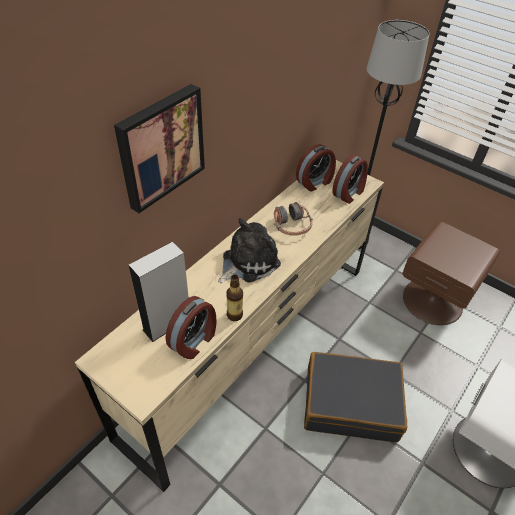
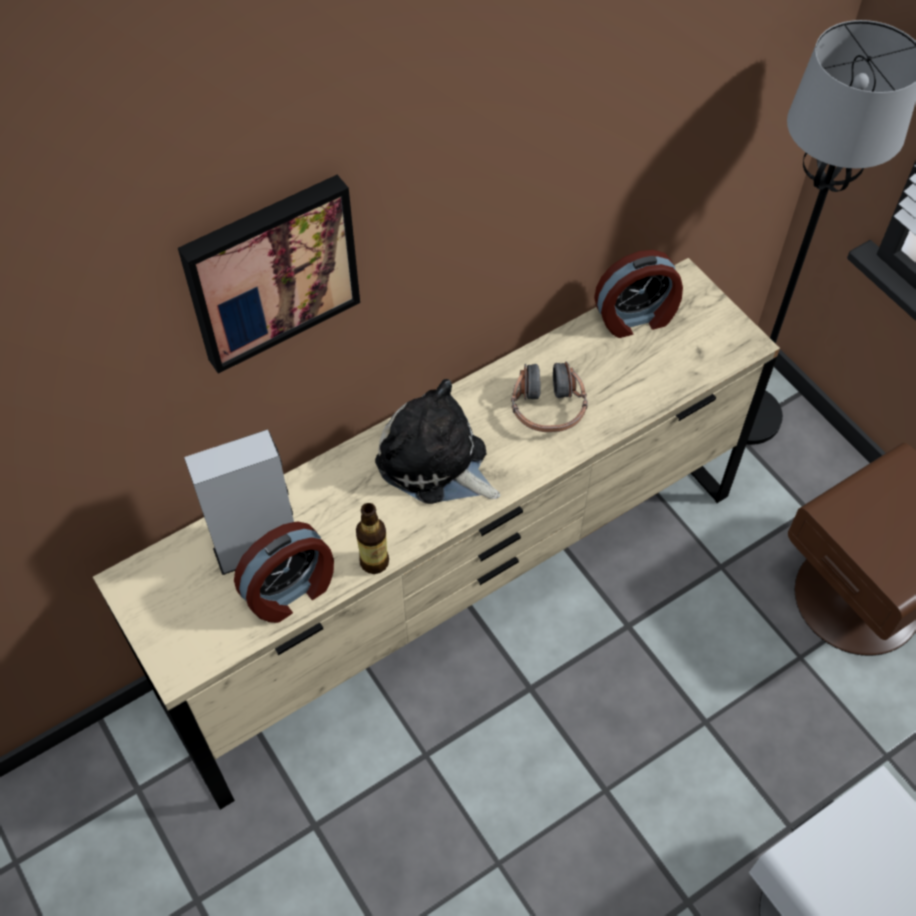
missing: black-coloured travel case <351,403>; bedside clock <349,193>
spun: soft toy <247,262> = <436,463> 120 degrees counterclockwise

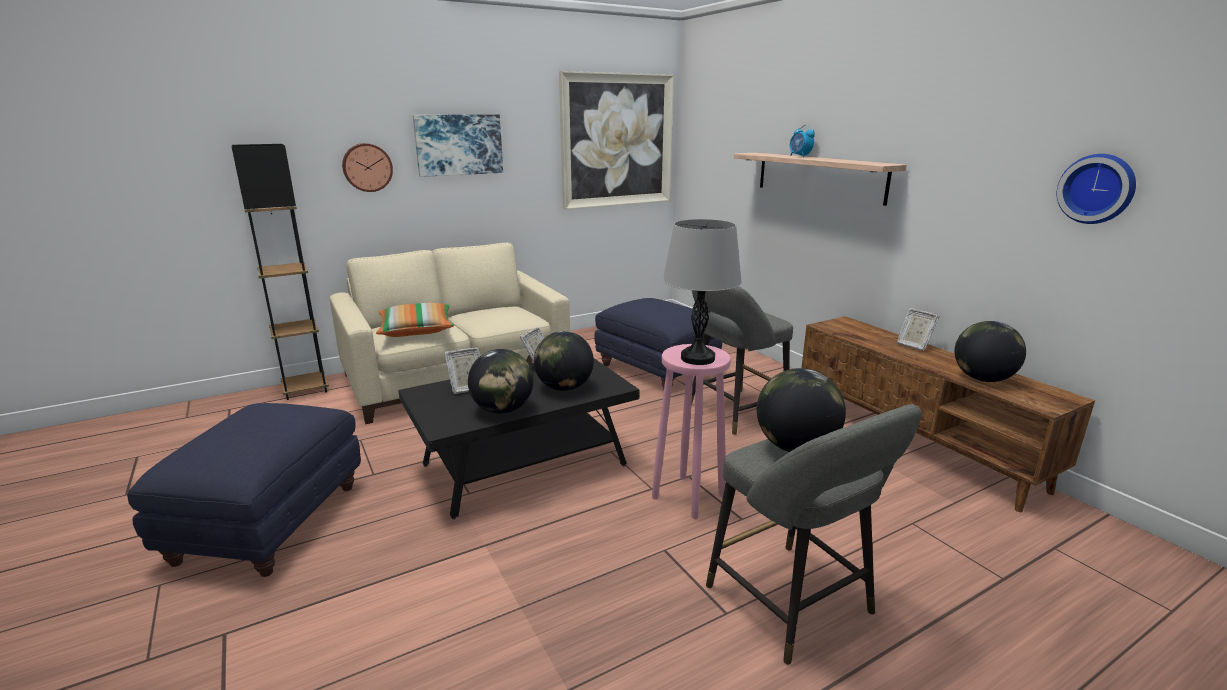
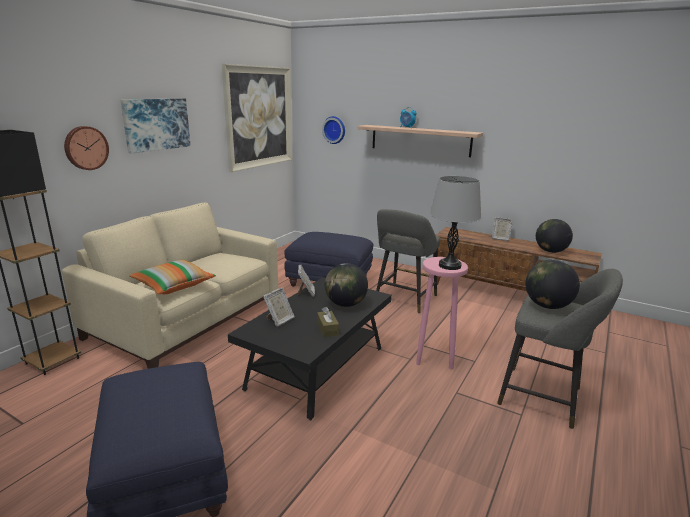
relocated: wall clock <1097,188> to <334,130>
exchanged: globe <502,410> to brownish tissue holder <327,329>

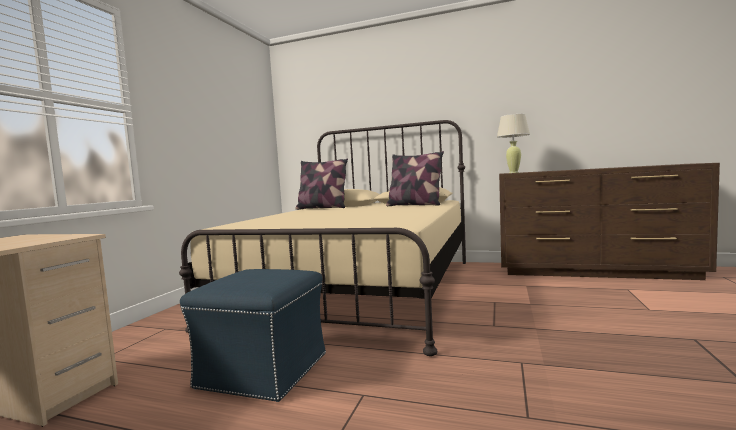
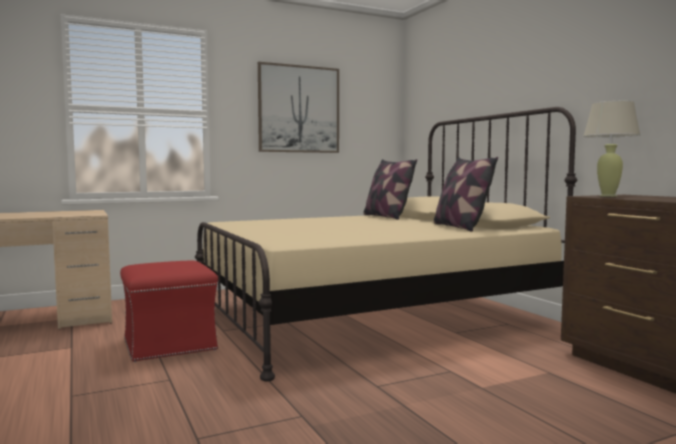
appeared: wall art <299,109>
colour: blue-coloured footrest <264,371> to reddish footrest <170,344>

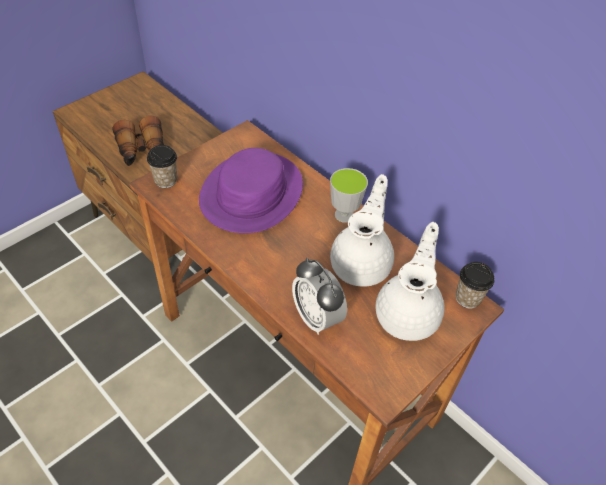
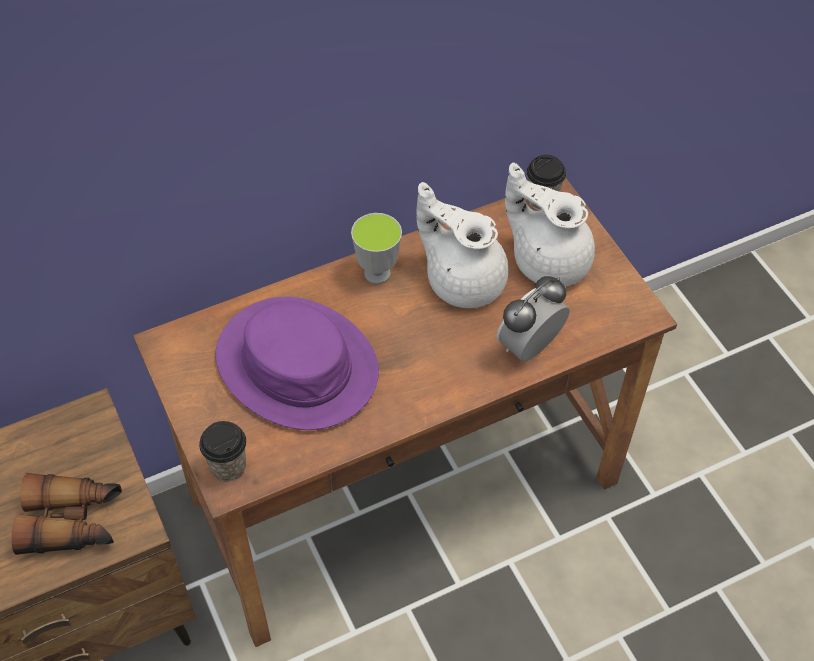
spun: bedside clock <317,317> = <529,346> 150 degrees clockwise

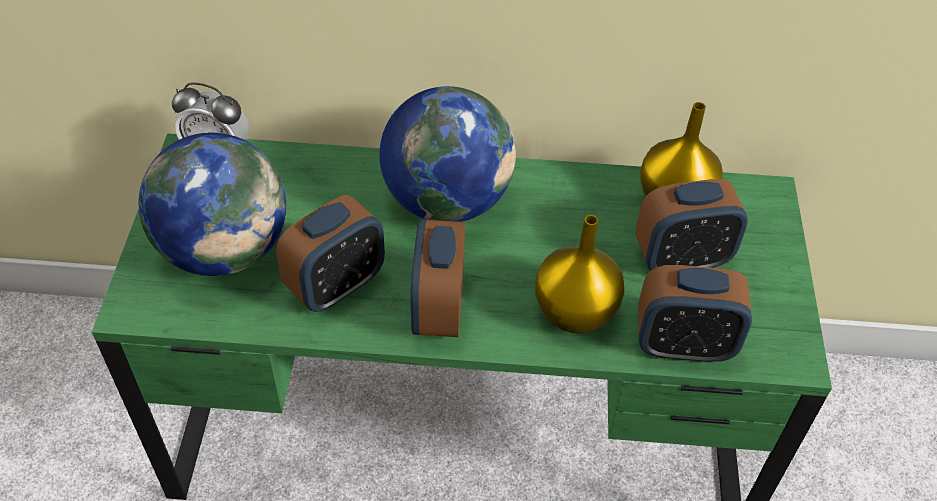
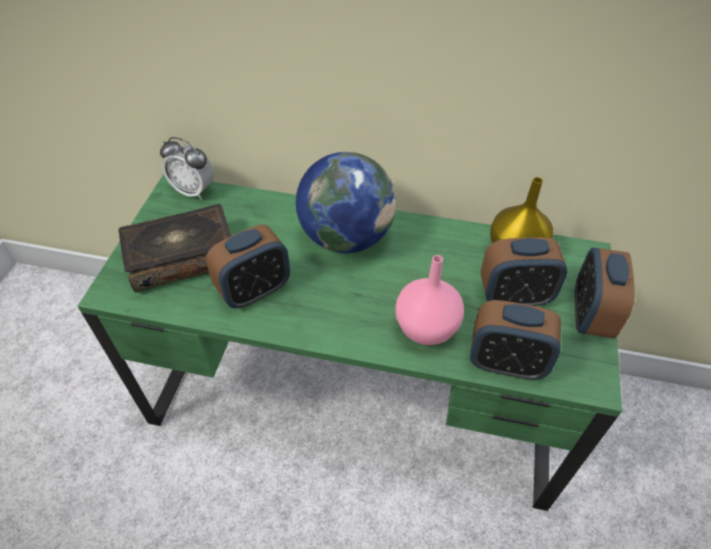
relocated: bedside clock <438,309> to <590,315>
exchanged: globe <225,249> to bound book <182,257>
colour: yellow-coloured decorative vase <573,313> to pinkish decorative vase <425,329>

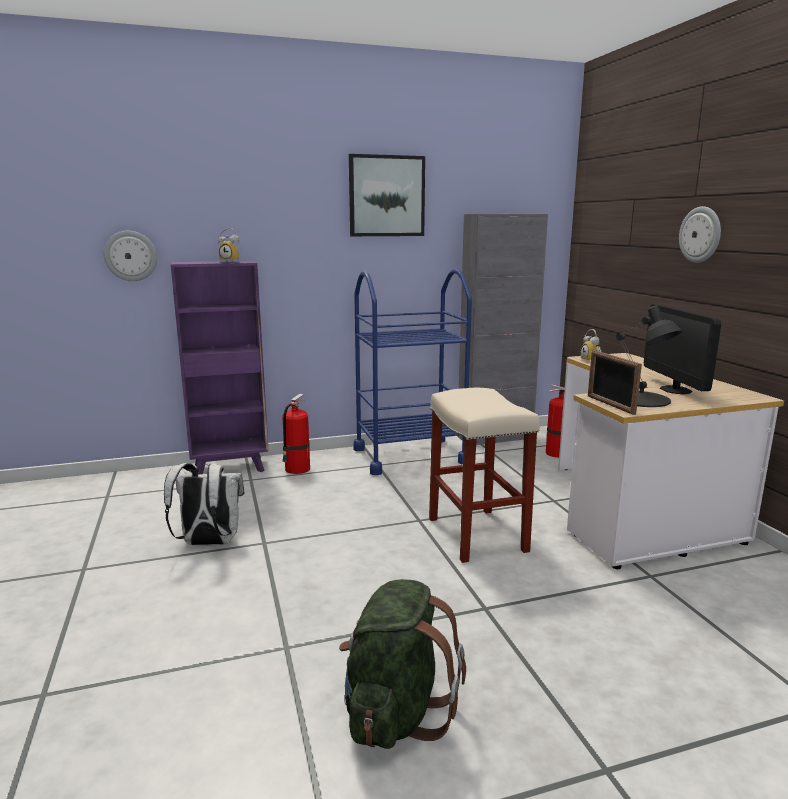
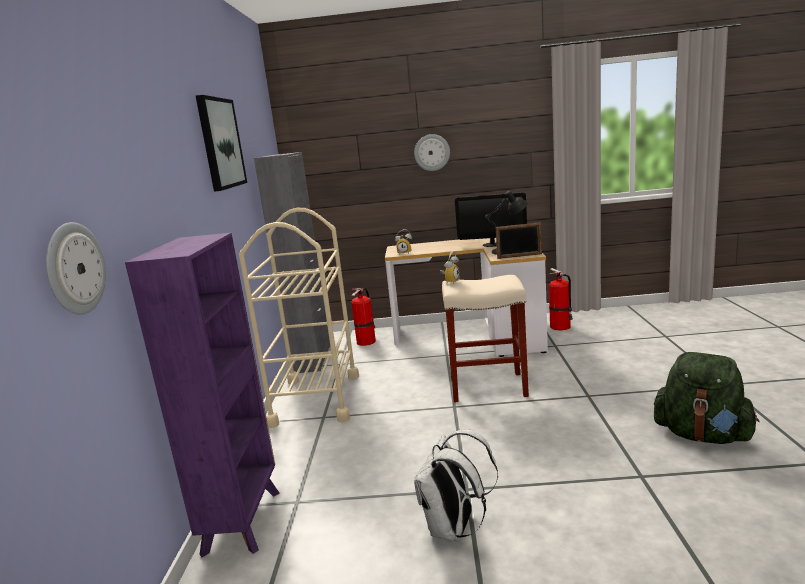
relocated: bedside clock <231,261> to <450,282>; extinguisher <296,469> to <561,327>
colour: blue-coloured wheeled cart <409,456> to beige wheeled cart <316,399>

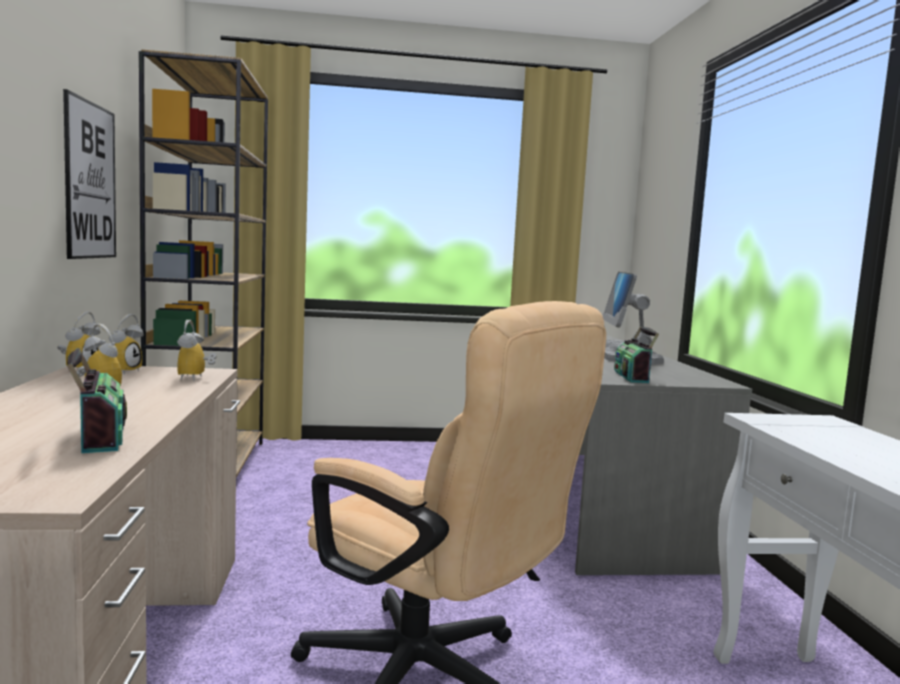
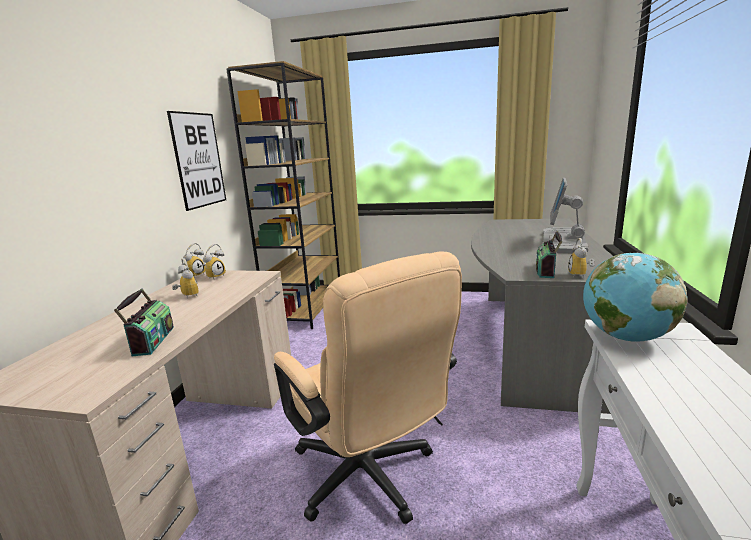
appeared: globe <625,337>
relocated: bedside clock <196,378> to <580,275>

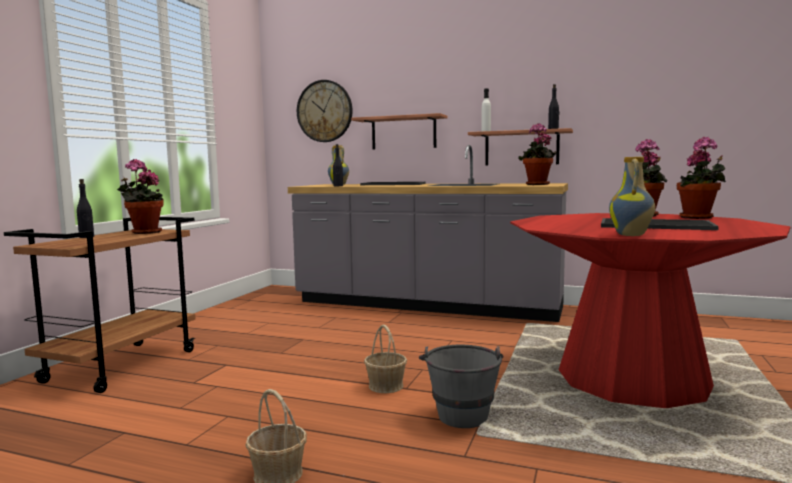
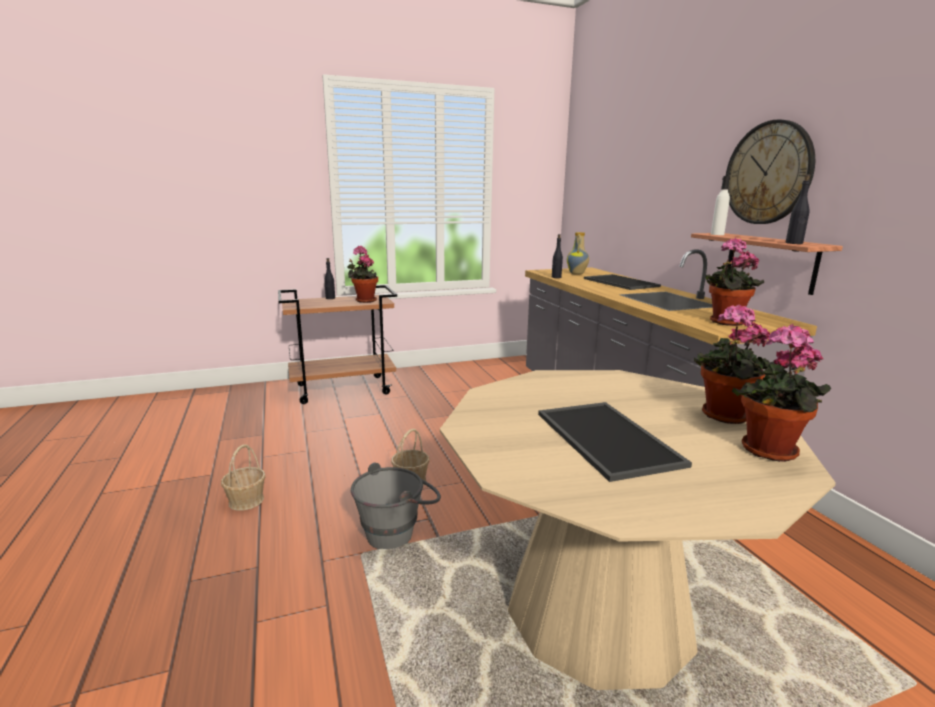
missing: bracket shelf <403,133>; decorative vase <632,235>
relocated: wall clock <324,111> to <768,173>
colour: reddish dining table <632,378> to beige dining table <599,610>

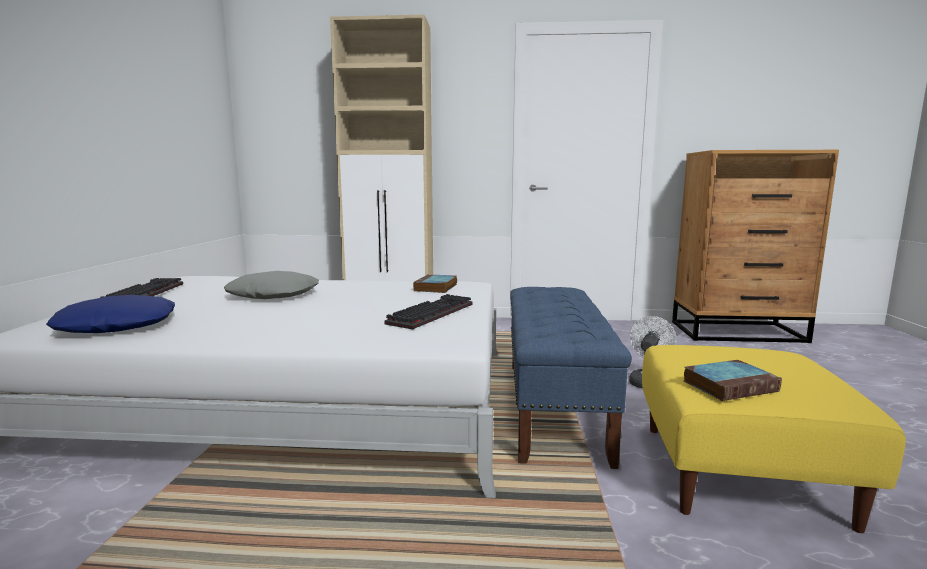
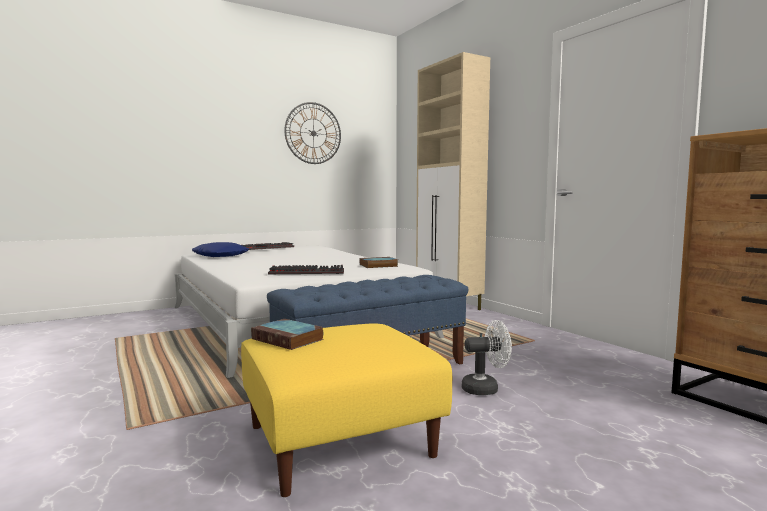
missing: greyish cushion <274,295>
appeared: wall clock <313,133>

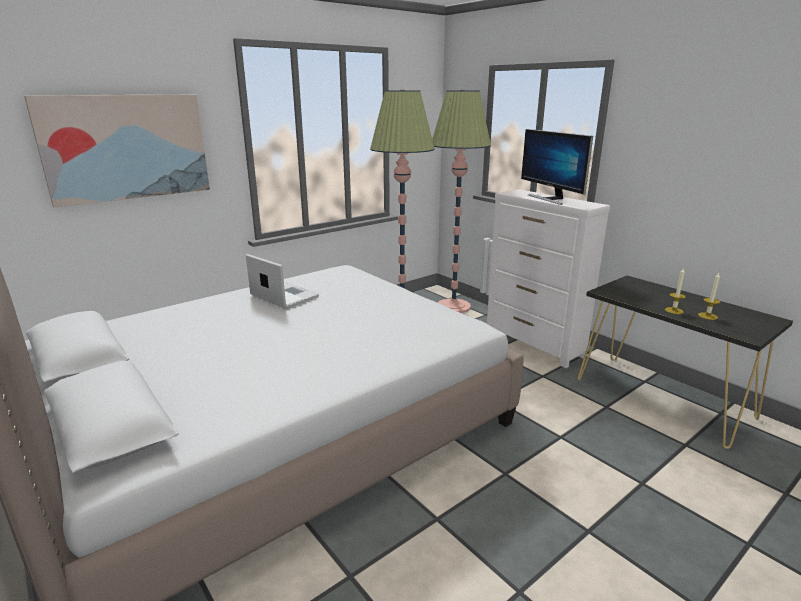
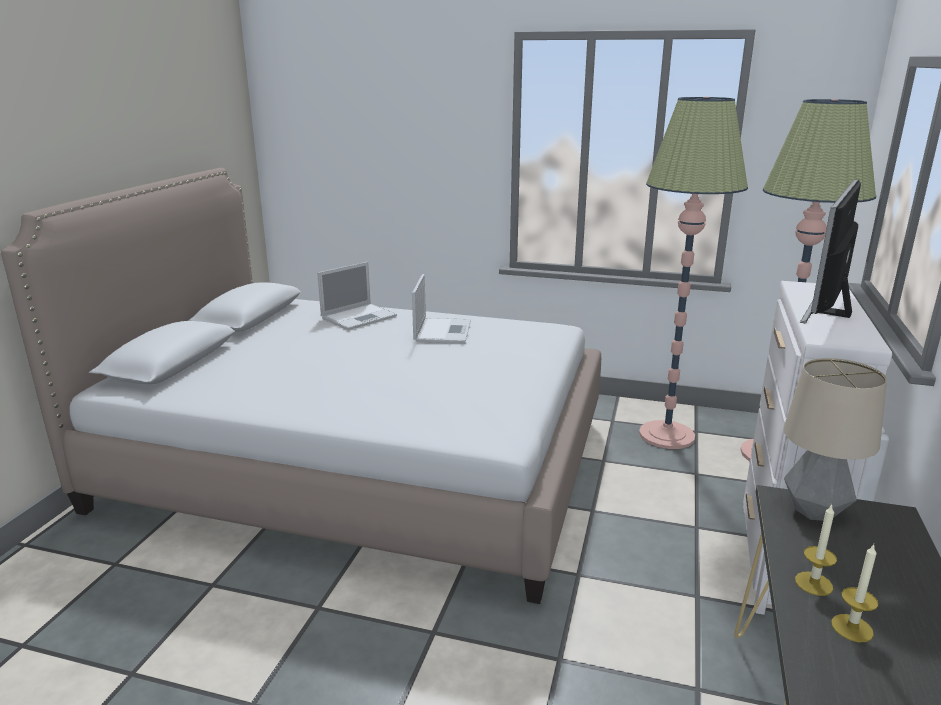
missing: wall art <126,147>
appeared: portable computer <360,317>; lamp for a table <814,511>

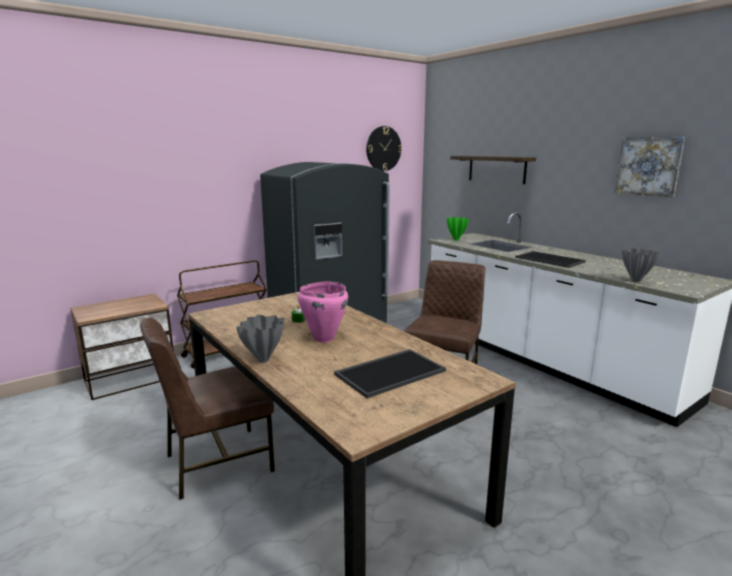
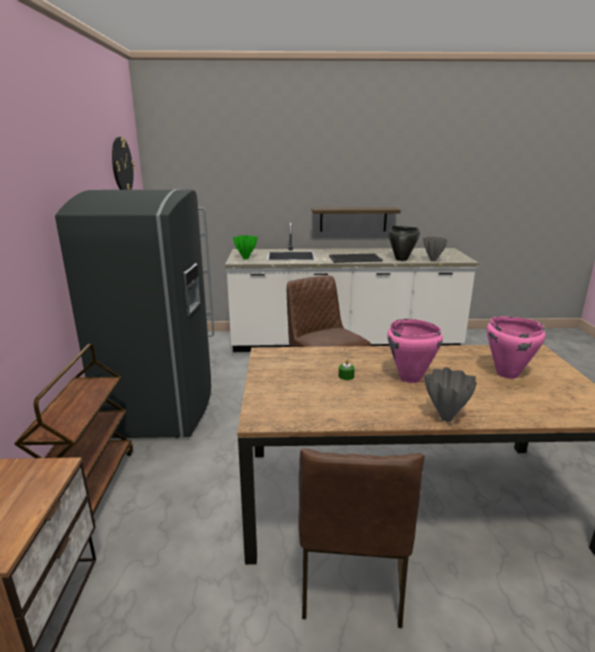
missing: wall art <649,166>
appeared: black-coloured cooking pot <401,259>
relocated: bracket shelf <496,169> to <353,219>
exchanged: carrying tray <390,372> to pinkish cooking pot <506,374>

